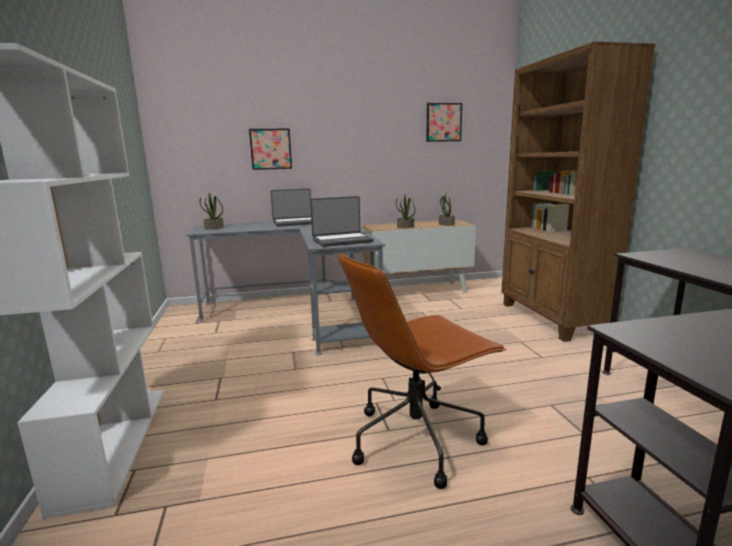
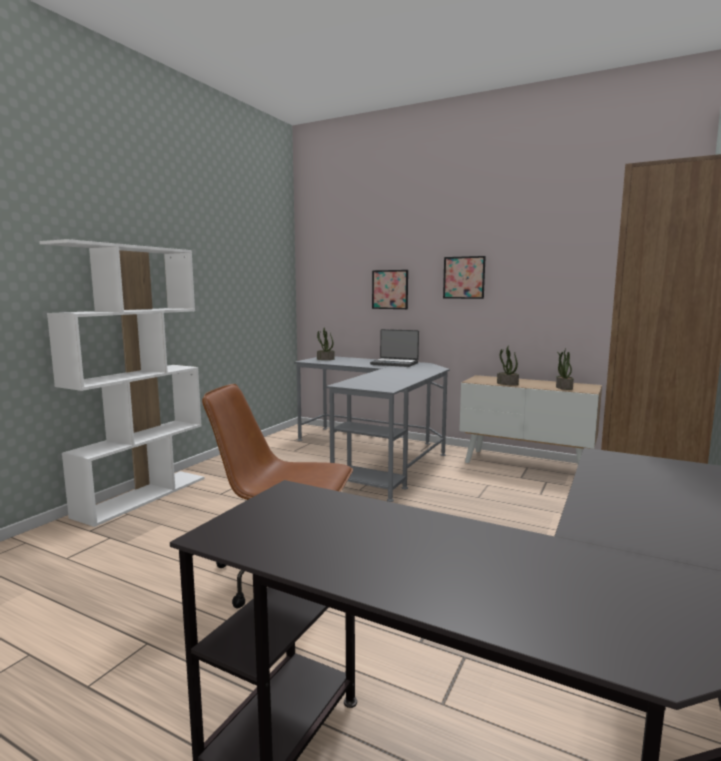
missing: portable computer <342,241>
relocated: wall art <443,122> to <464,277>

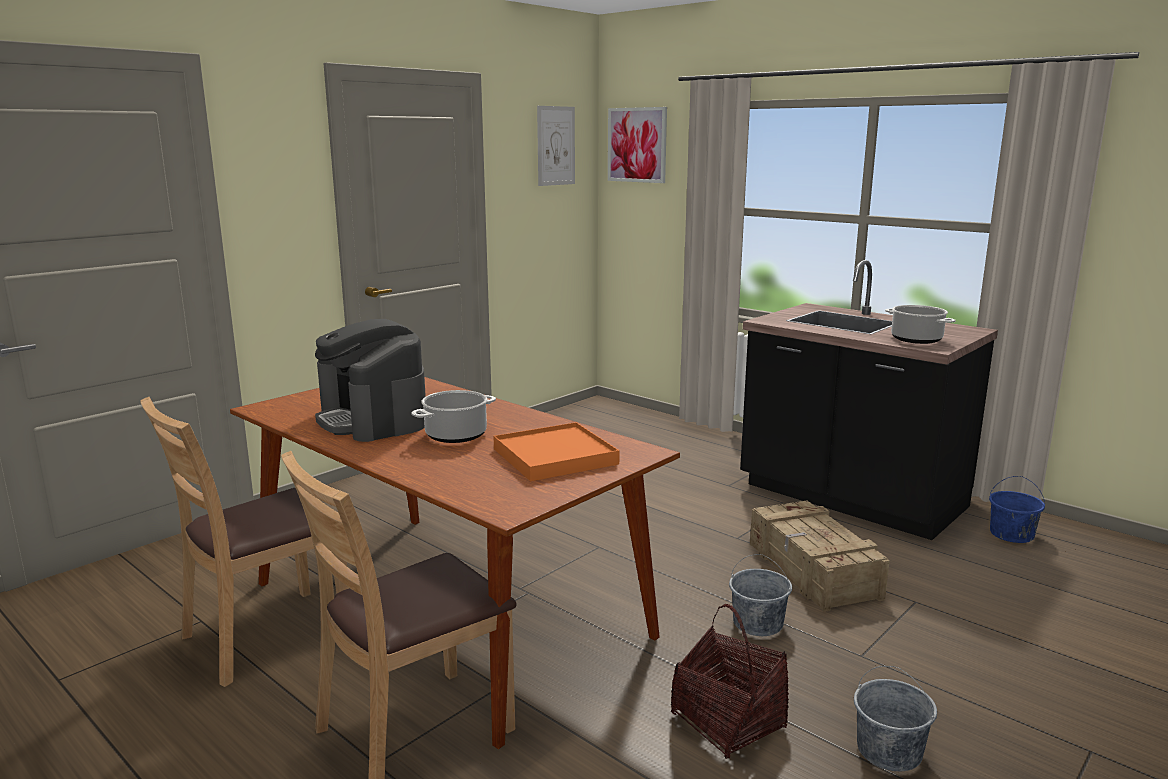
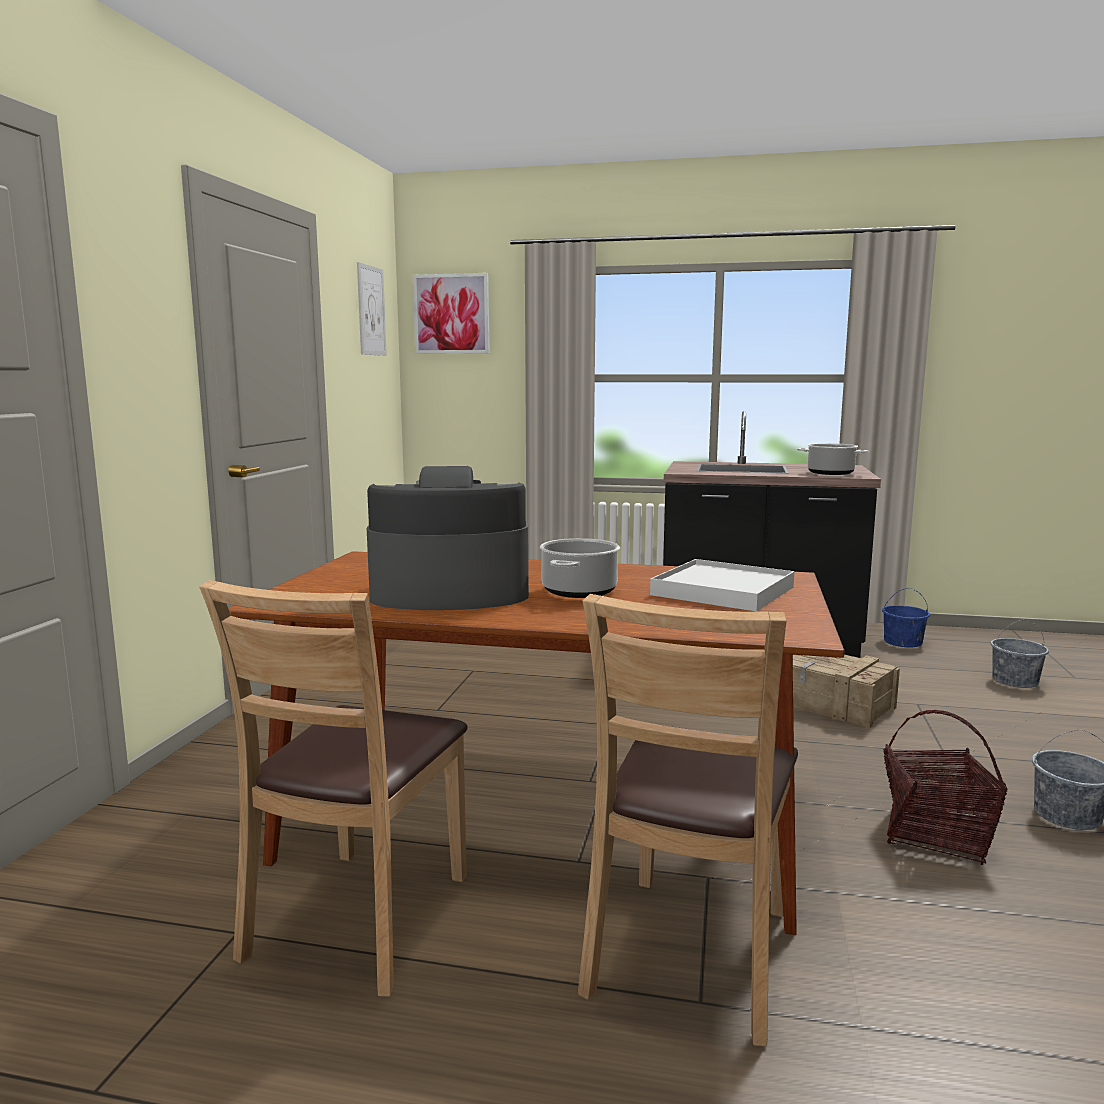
relocated: greyish water bucket <758,623> to <1015,681>
colour: orangey carrying tray <555,457> to white-coloured carrying tray <723,591>
spun: coffee maker <373,419> = <449,593> 150 degrees clockwise

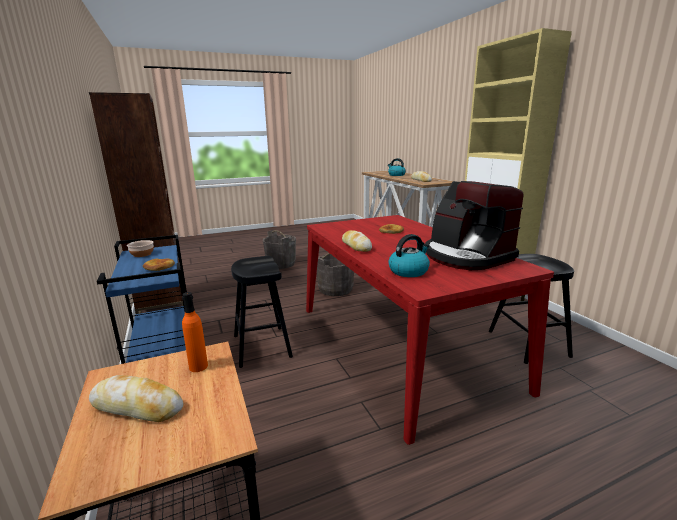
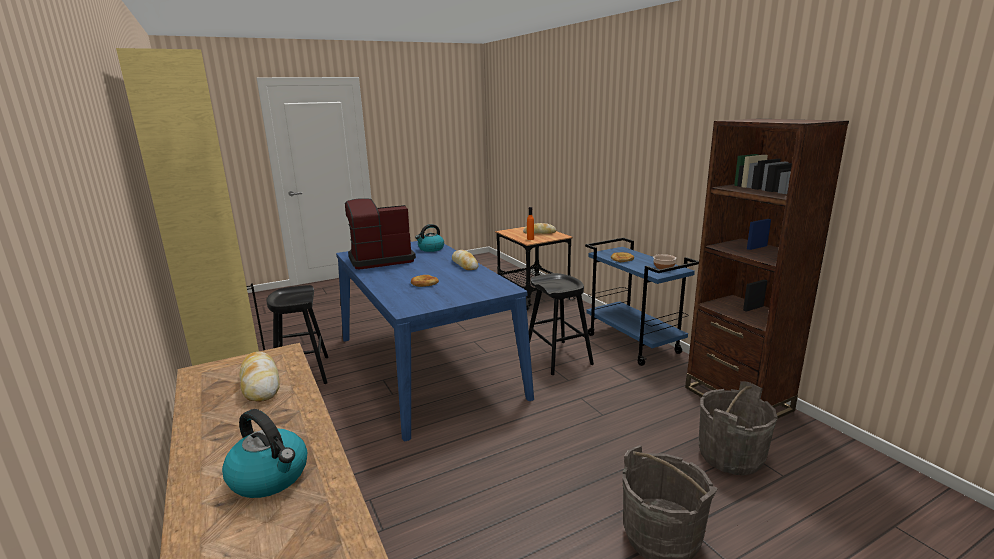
relocated: greyish water bucket <335,289> to <730,456>
colour: reddish dining table <400,344> to blue-coloured dining table <427,366>
spun: coffee maker <466,256> = <380,259> 75 degrees counterclockwise

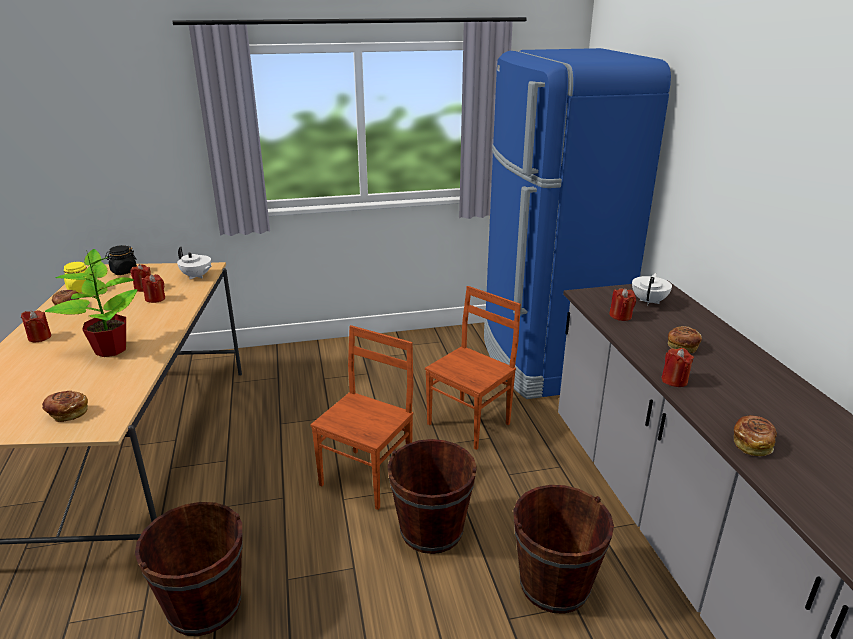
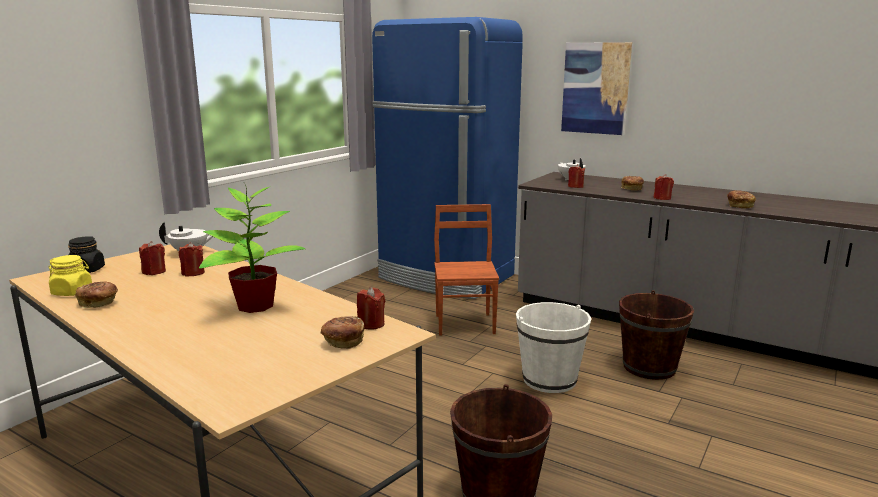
missing: brownish plain chair <368,478>
appeared: wall art <595,88>
relocated: reddish candle <39,337> to <371,324>
colour: brownish water bucket <431,530> to white-coloured water bucket <549,380>

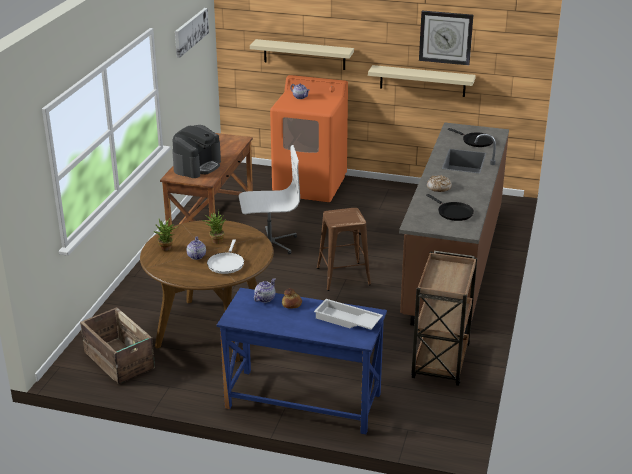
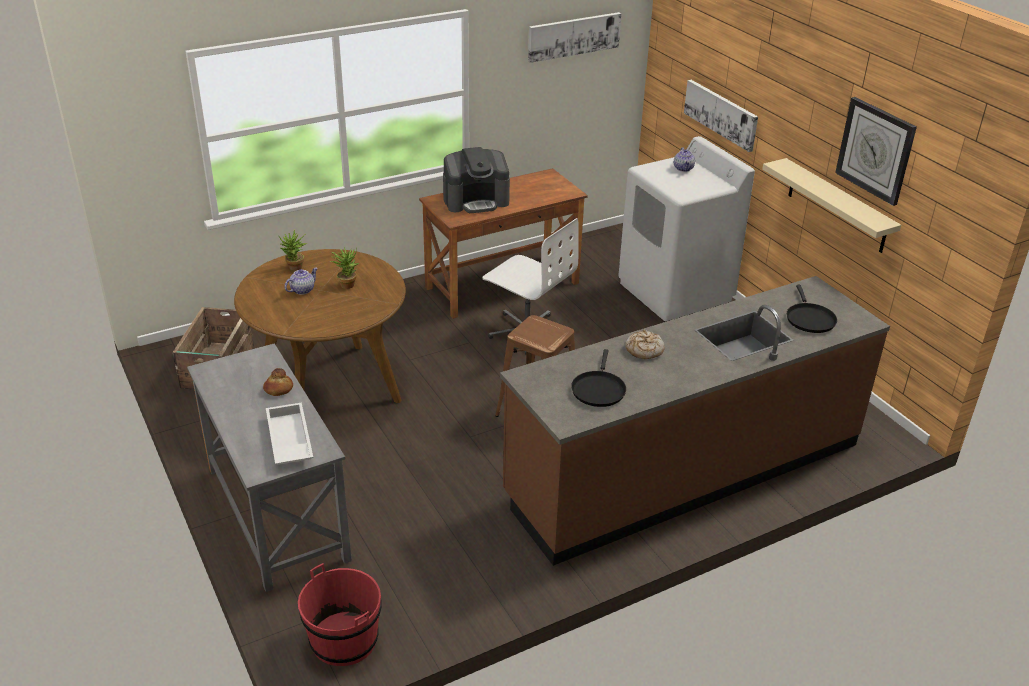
missing: white-coloured pan <226,264>; tea pot <265,298>; brownish wheeled cart <440,362>
appeared: reddish water bucket <344,640>
exchanged: beige bracket shelf <304,54> to wall art <721,114>
colour: blue-coloured desk <303,401> to greyish desk <276,514>; orangey laundry machine <310,185> to white-coloured laundry machine <675,292>

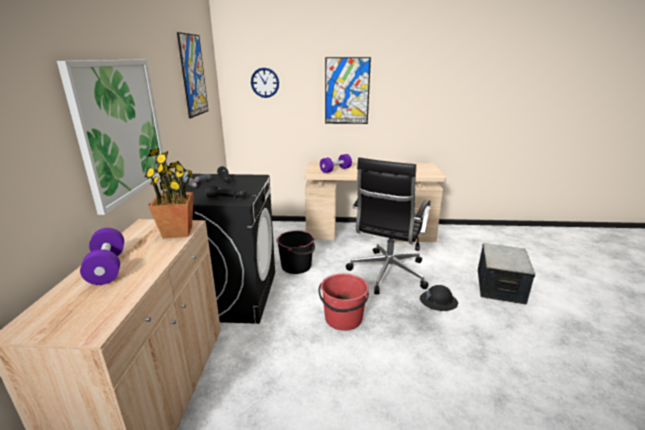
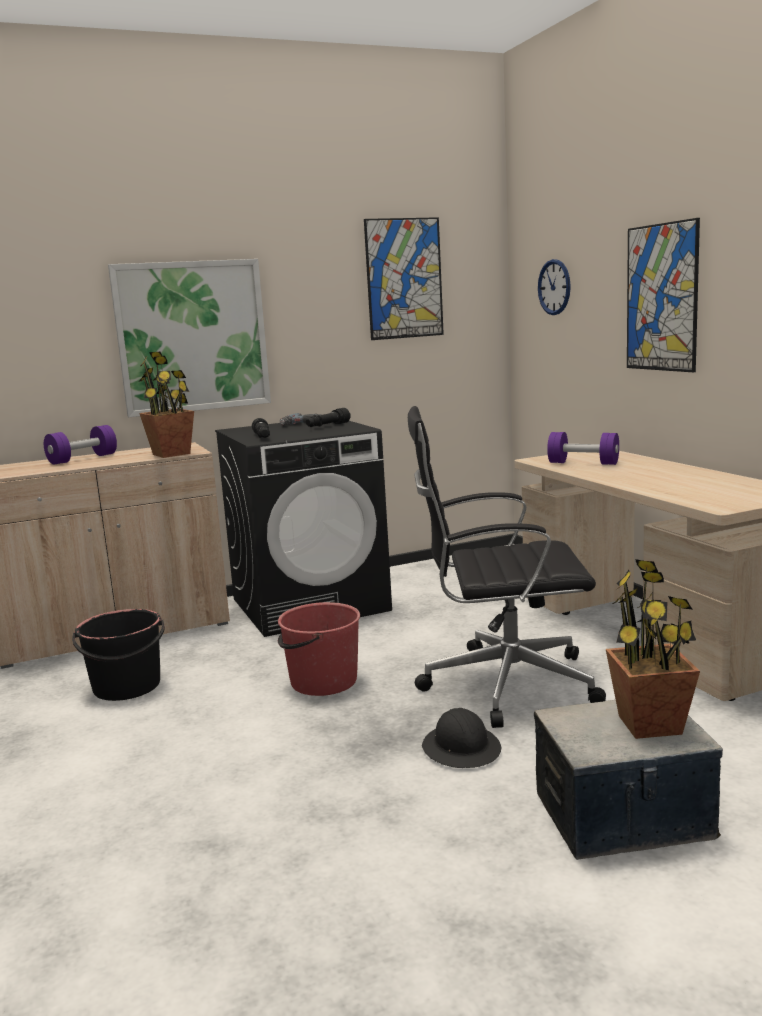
appeared: houseplant <650,725>
relocated: black-coloured water bucket <297,266> to <127,687>

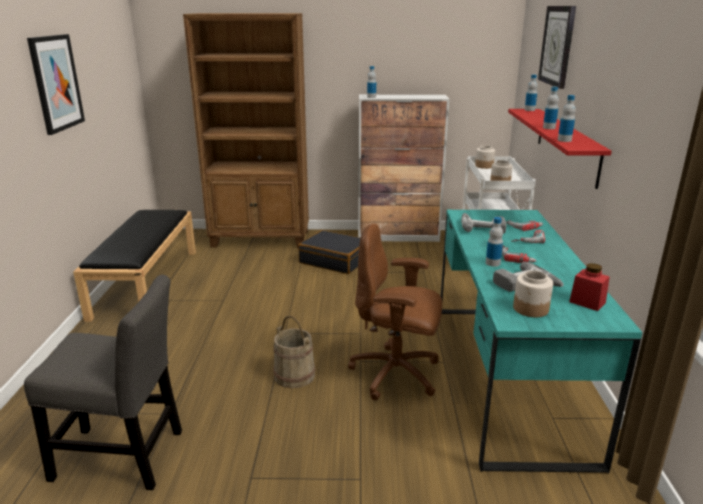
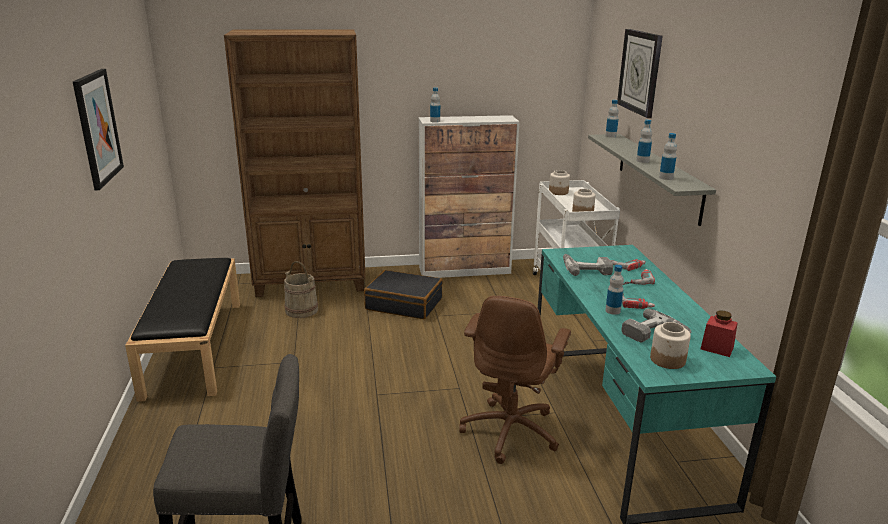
relocated: beige water bucket <294,375> to <301,310>
colour: reddish bracket shelf <567,144> to greyish bracket shelf <658,176>
spun: brownish desk chair <396,374> = <511,431> 75 degrees counterclockwise

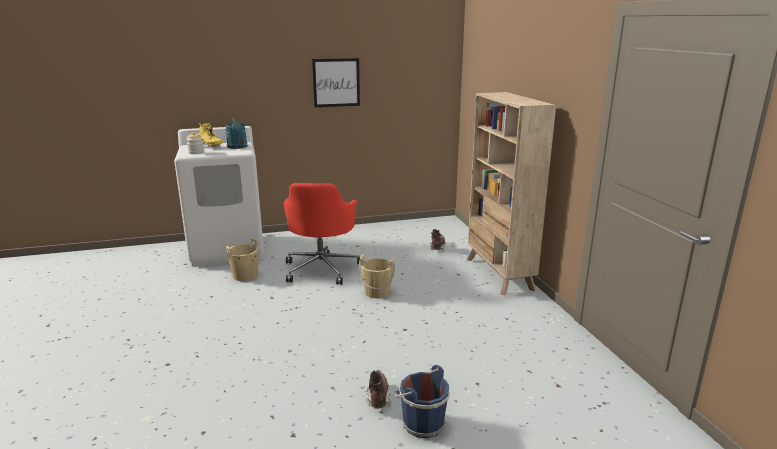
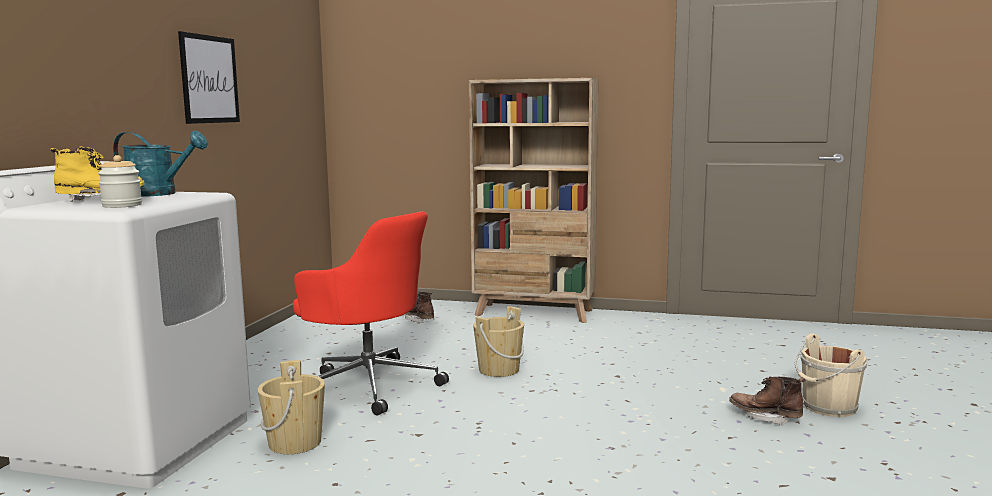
colour: blue-coloured water bucket <421,423> to beige water bucket <827,408>

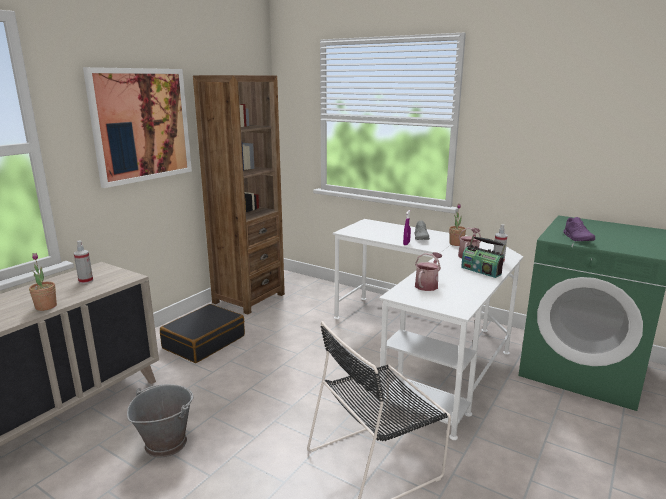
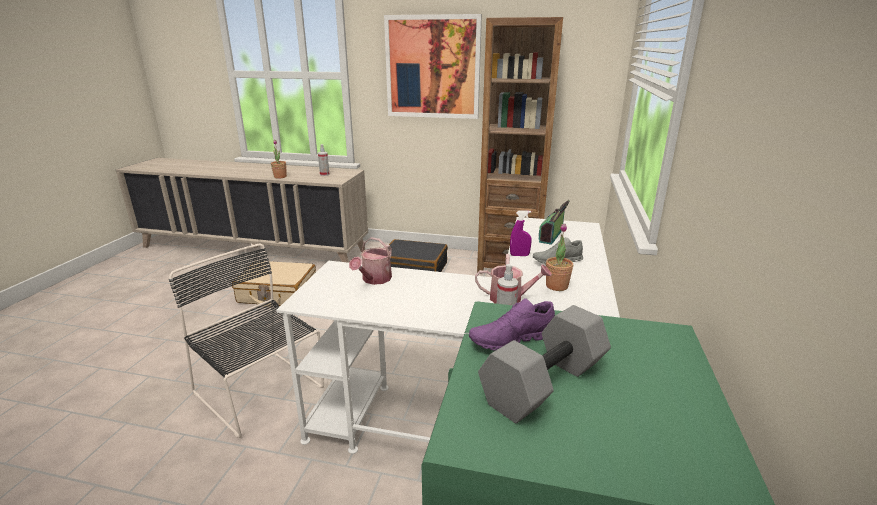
appeared: greyish hand weight <543,382>
relocated: radio receiver <481,270> to <552,236>
exchanged: greyish water bucket <165,443> to beige travel case <277,293>
spun: sprinkling can <427,285> = <374,280> 105 degrees clockwise

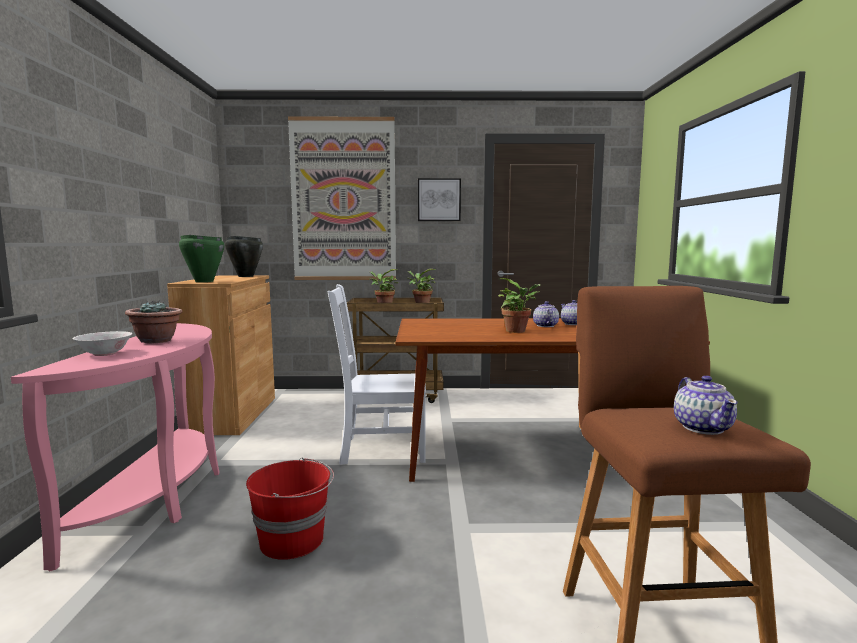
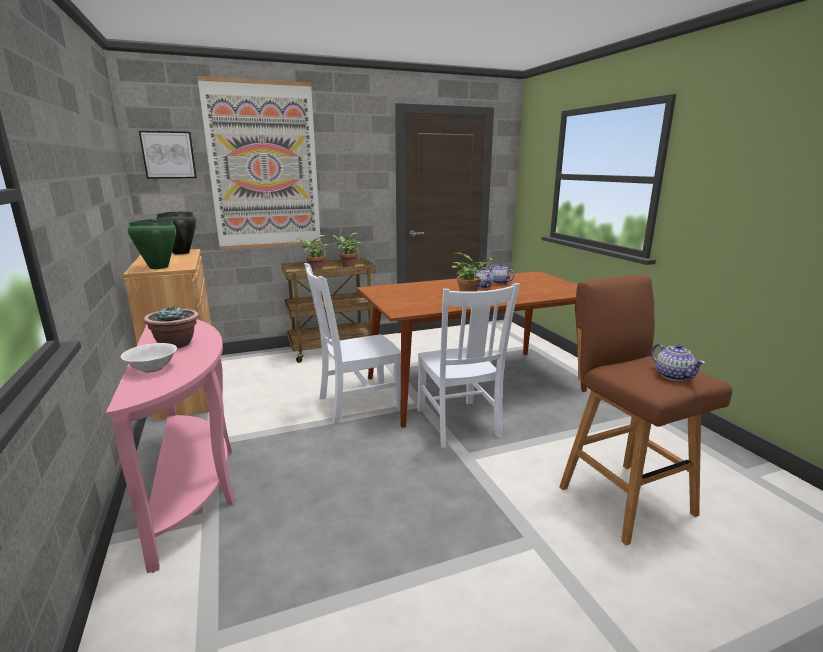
missing: reddish water bucket <293,540>
appeared: white-coloured plain chair <458,424>
relocated: wall art <439,200> to <168,155>

